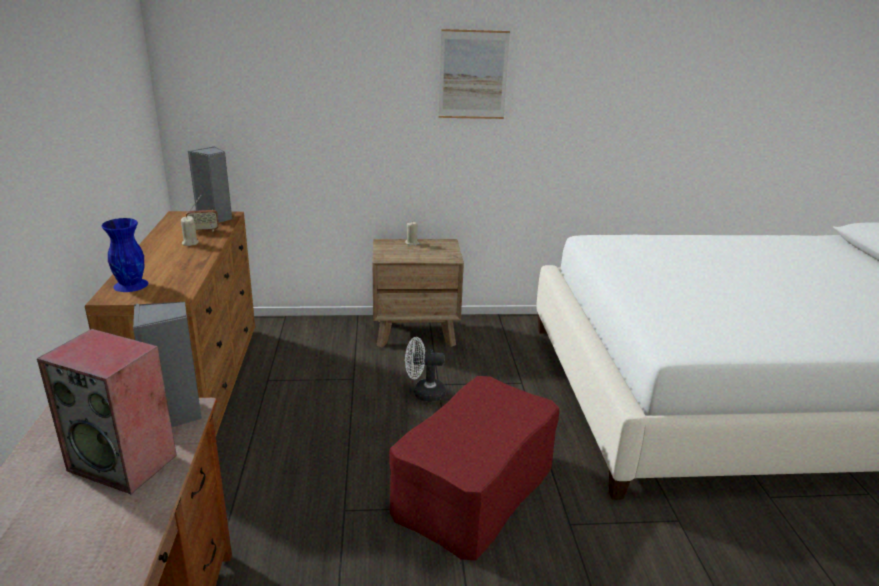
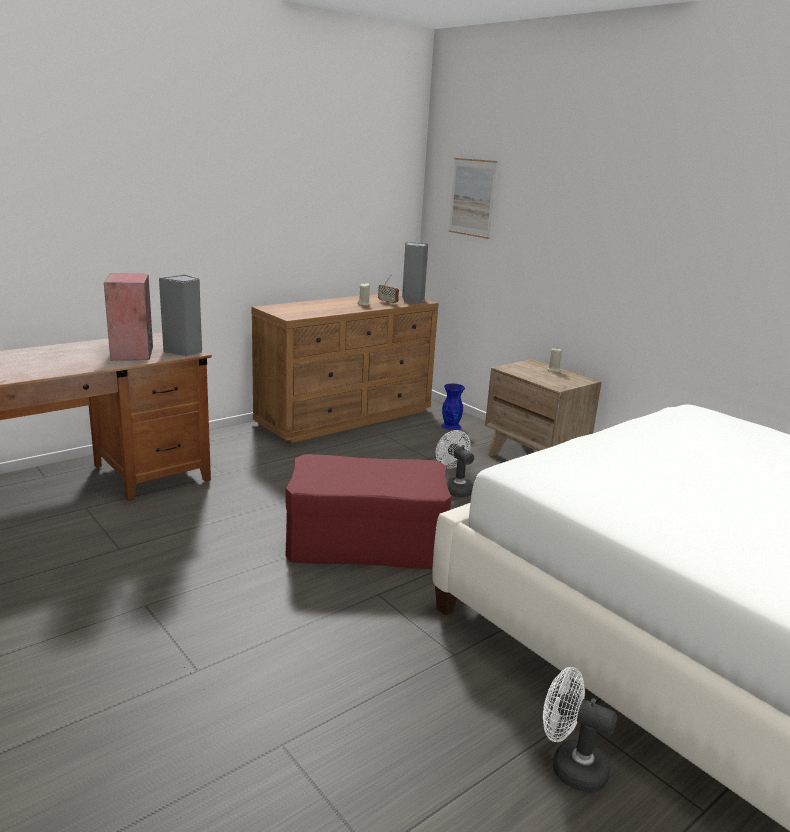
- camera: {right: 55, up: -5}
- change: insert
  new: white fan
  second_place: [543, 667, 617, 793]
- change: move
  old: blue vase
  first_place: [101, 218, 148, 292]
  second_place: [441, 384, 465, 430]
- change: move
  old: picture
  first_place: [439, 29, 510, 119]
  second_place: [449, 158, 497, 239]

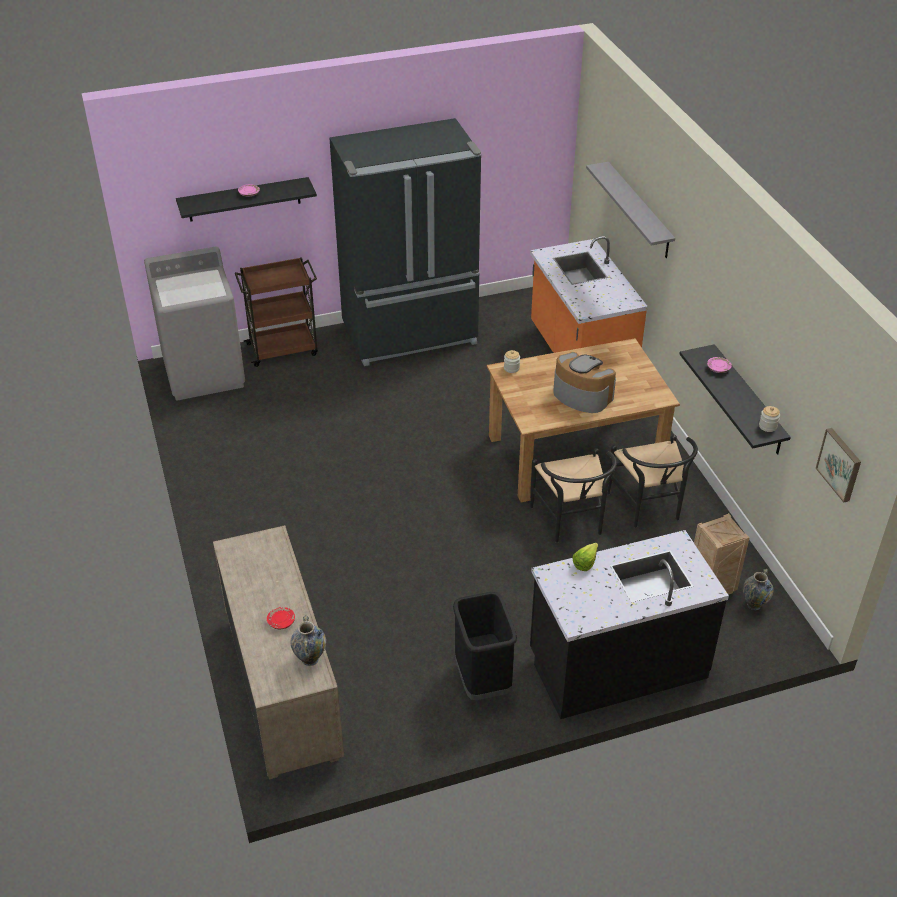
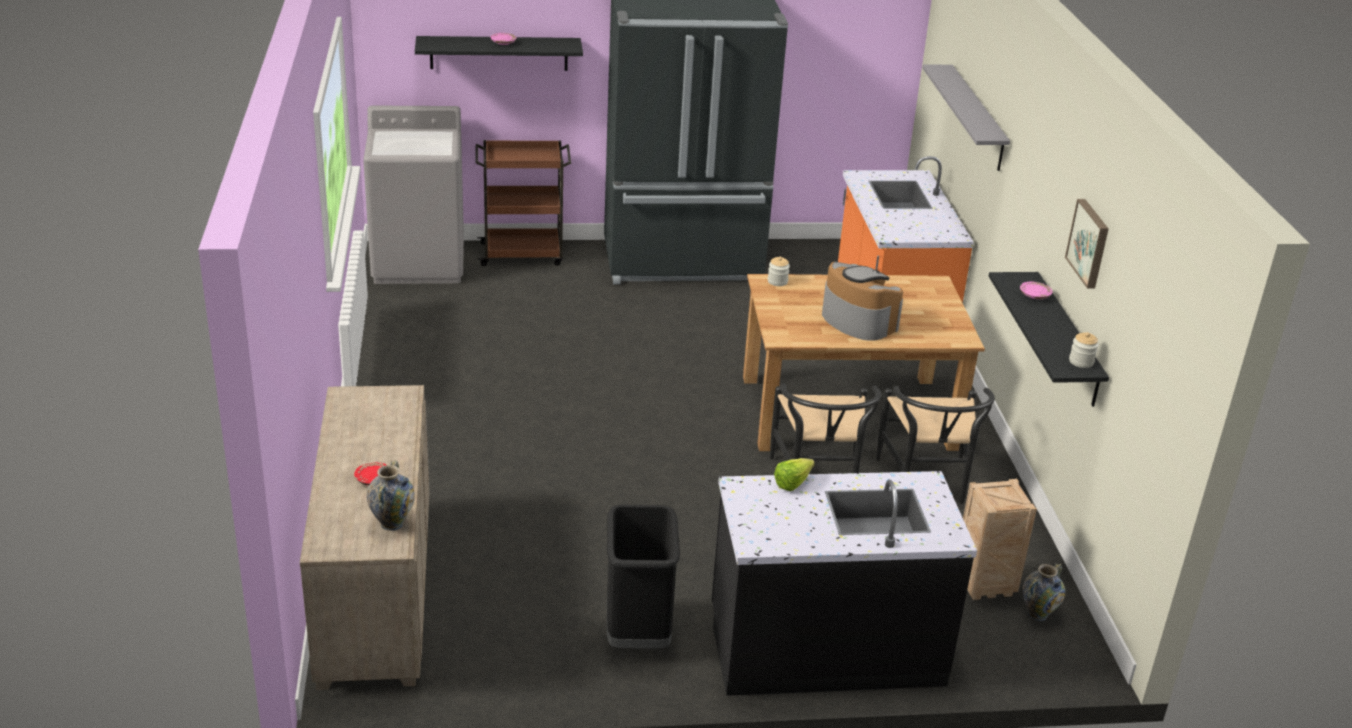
- camera: {right: 10, up: -10}
- change: move
  old: picture
  first_place: [816, 428, 861, 503]
  second_place: [1065, 199, 1109, 288]

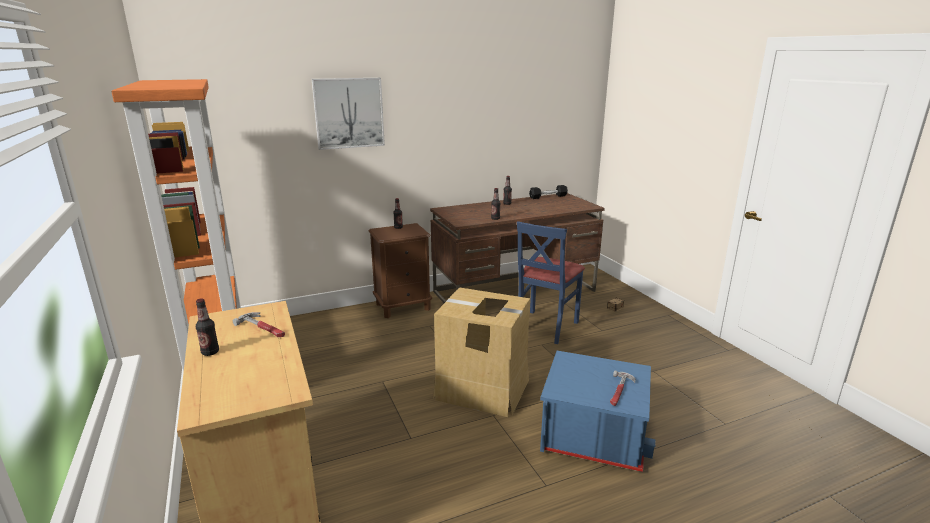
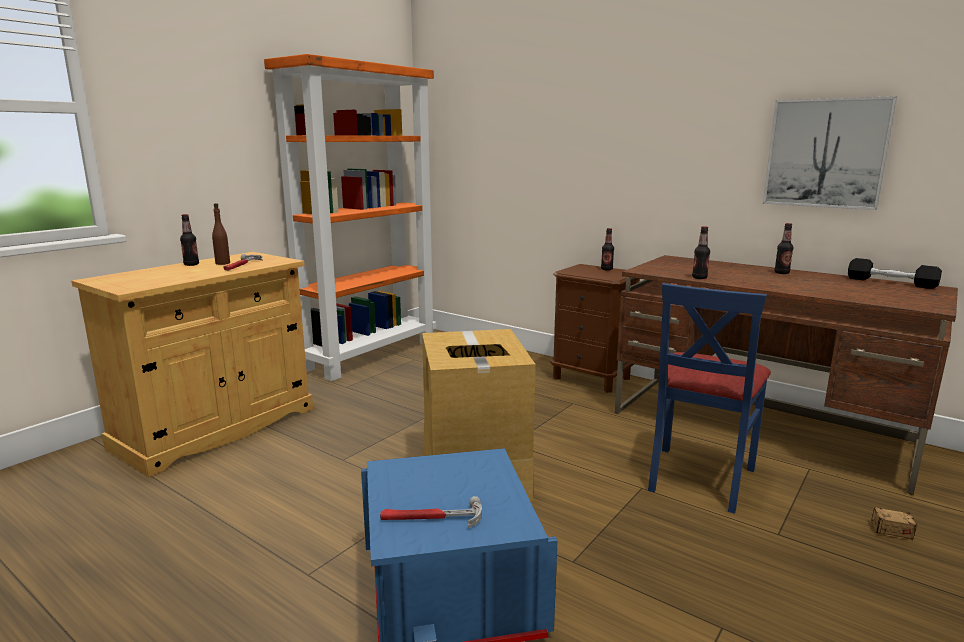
- camera: {right: 60, up: -5}
- change: insert
  new: brown bottle
  second_place: [212, 203, 230, 265]
- change: move
  old: picture
  first_place: [312, 78, 385, 150]
  second_place: [763, 96, 897, 210]
- change: rotate
  old: blue chair
  first_place: [517, 221, 585, 344]
  second_place: [648, 283, 771, 514]
  degrees: -60

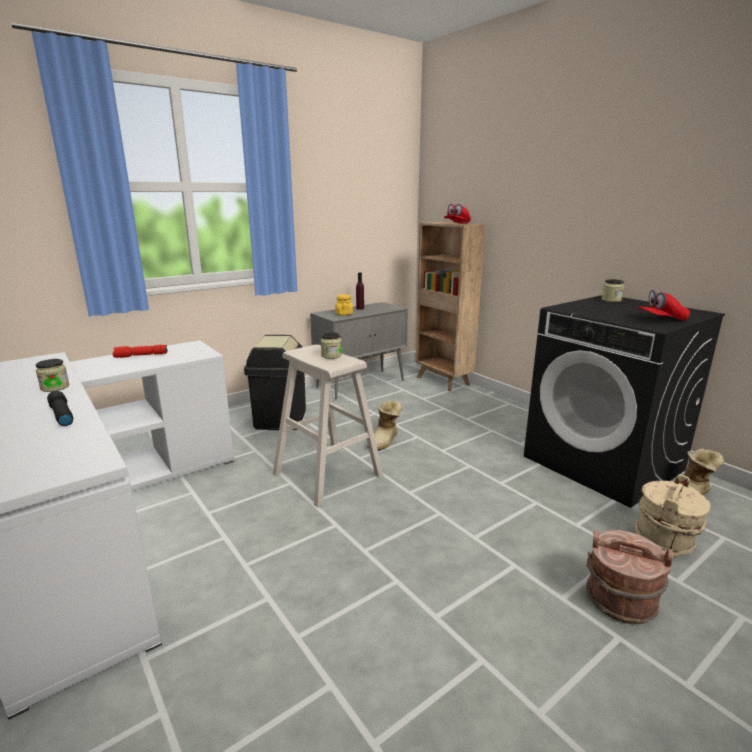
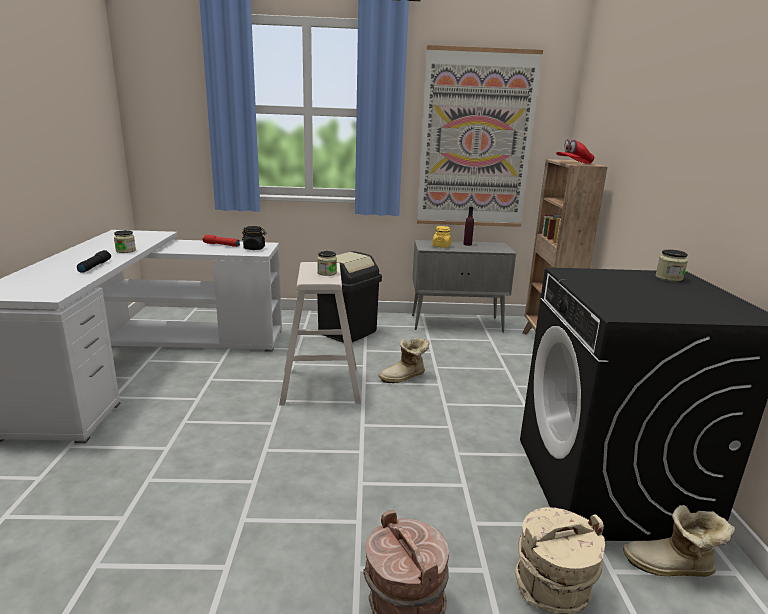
- camera: {right: 35, up: 0}
- change: delete
  old: red cap
  first_place: [637, 290, 690, 321]
- change: insert
  new: black jar
  second_place: [242, 226, 266, 250]
- change: insert
  new: picture
  second_place: [417, 45, 543, 227]

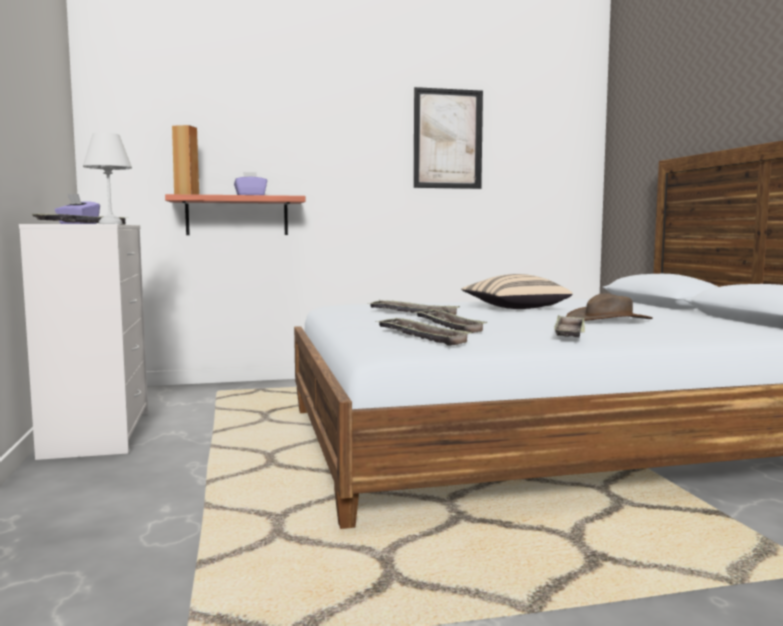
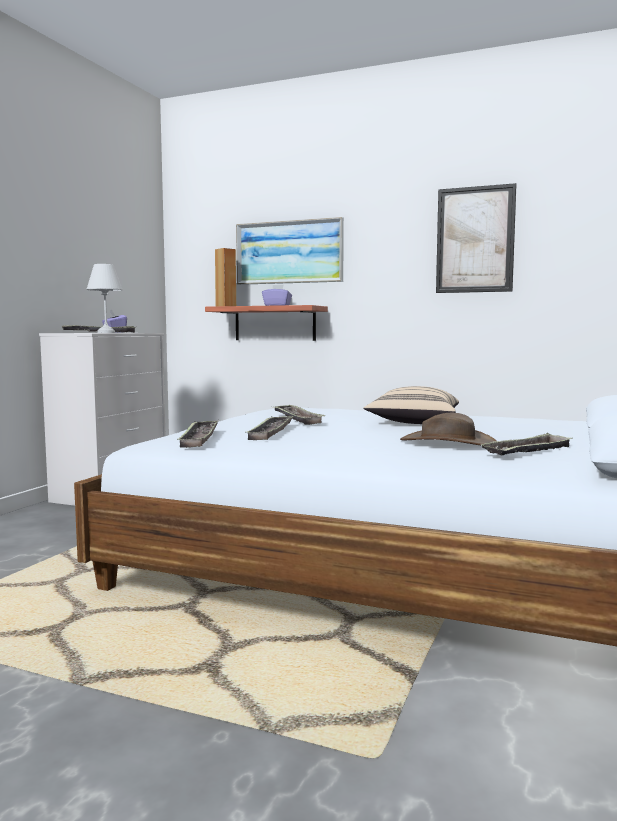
- camera: {right: 35, up: 0}
- change: insert
  new: picture
  second_place: [236, 217, 344, 285]
- change: move
  old: tray
  first_place: [554, 315, 585, 338]
  second_place: [479, 433, 573, 456]

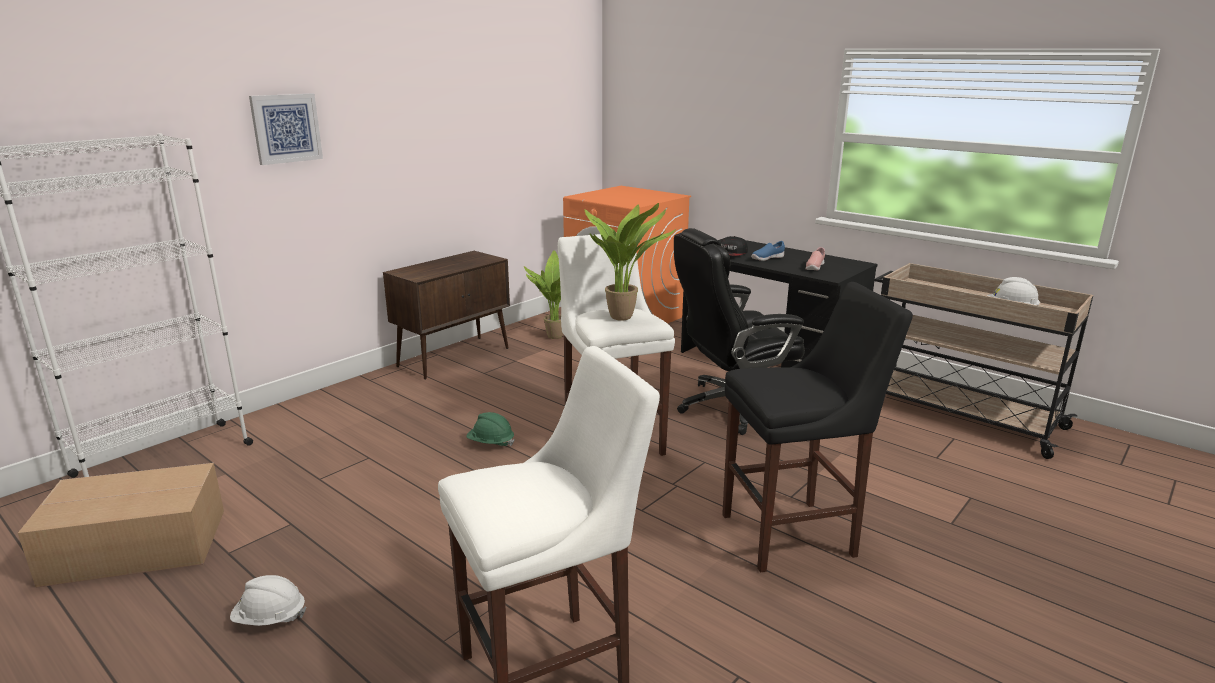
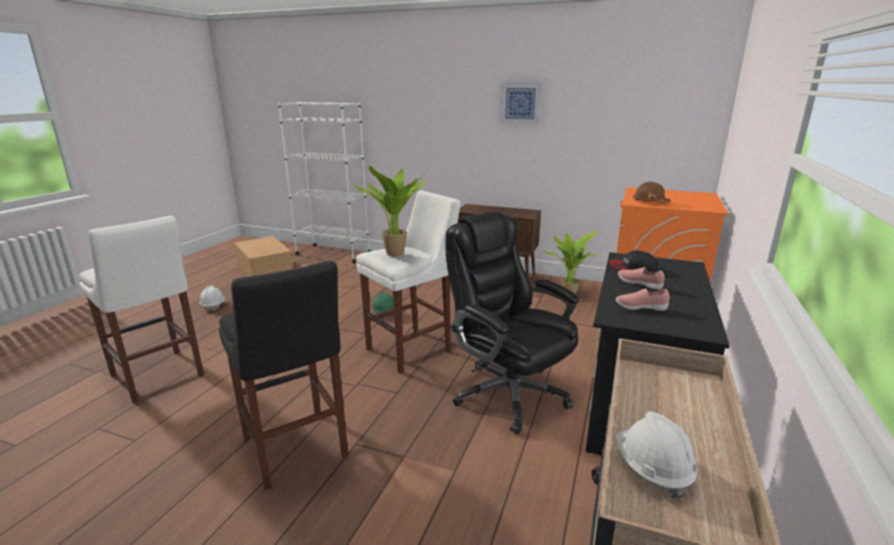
- camera: {right: 70, up: 0}
- change: insert
  new: brown hard hat
  second_place: [633, 182, 671, 203]
- change: move
  old: picture
  first_place: [249, 94, 323, 165]
  second_place: [500, 82, 542, 125]
- change: recolor
  old: blue shoe
  new: pink shoe
  first_place: [751, 241, 785, 261]
  second_place: [618, 267, 665, 290]

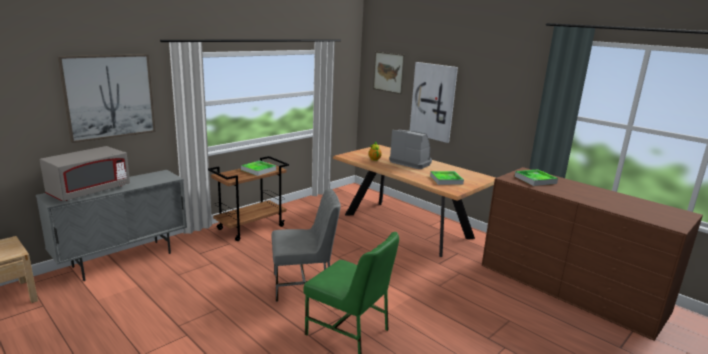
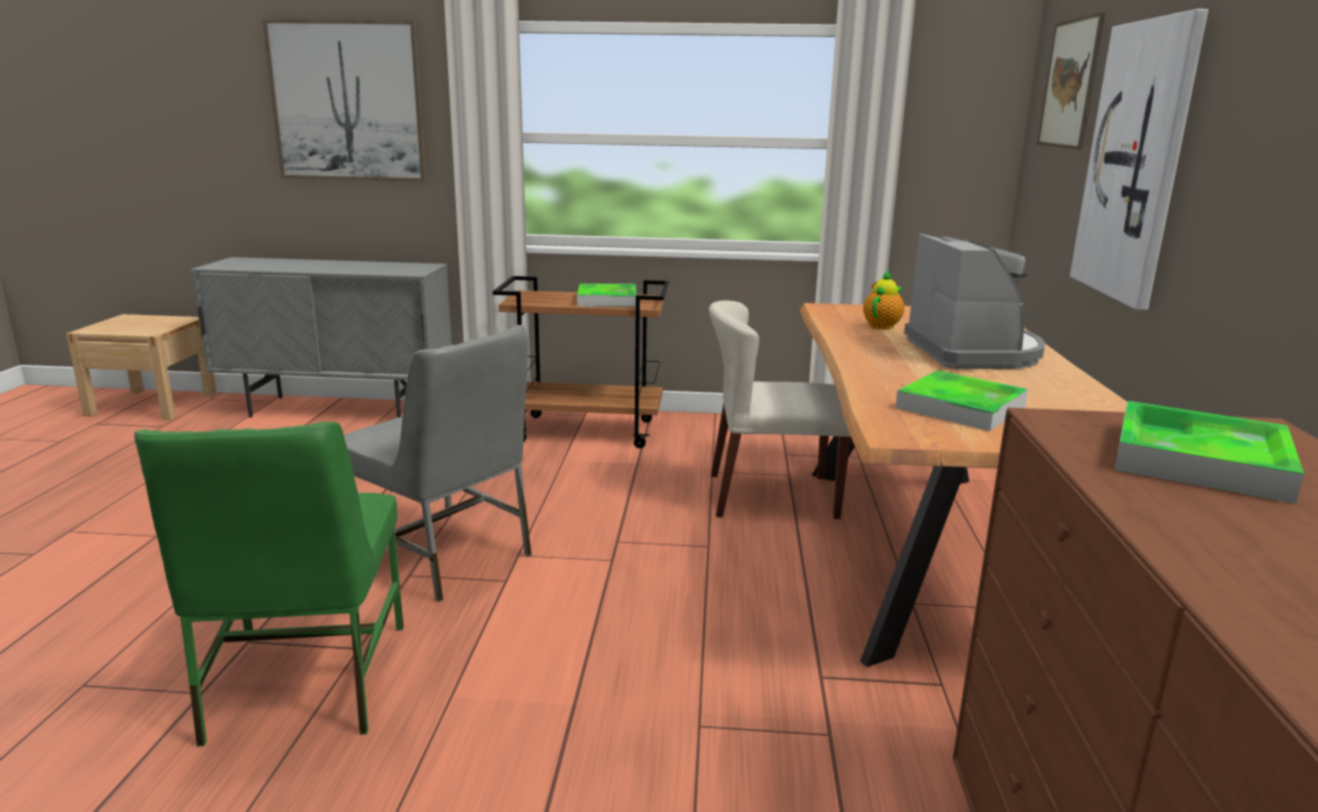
- camera: {right: 50, up: 0}
- change: delete
  old: grey microwave
  first_place: [40, 146, 130, 201]
- change: insert
  new: beige chair
  second_place: [709, 300, 851, 519]

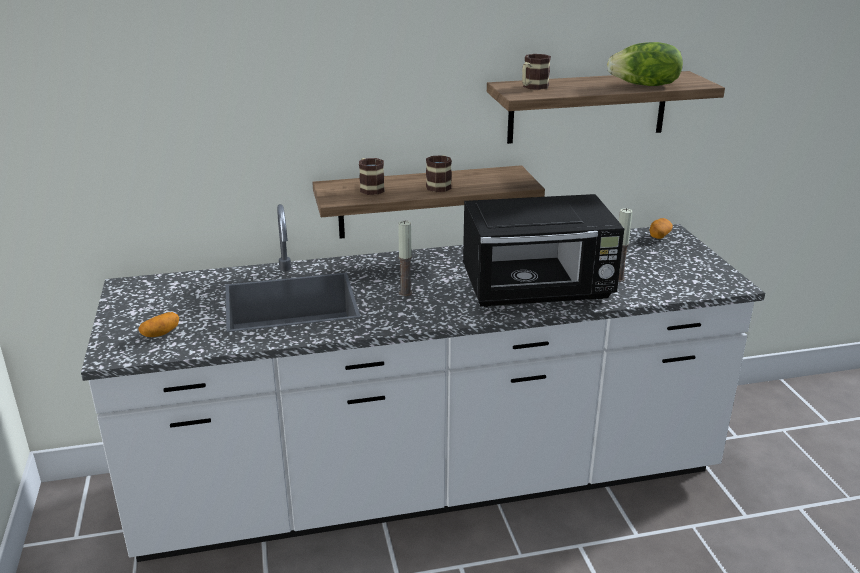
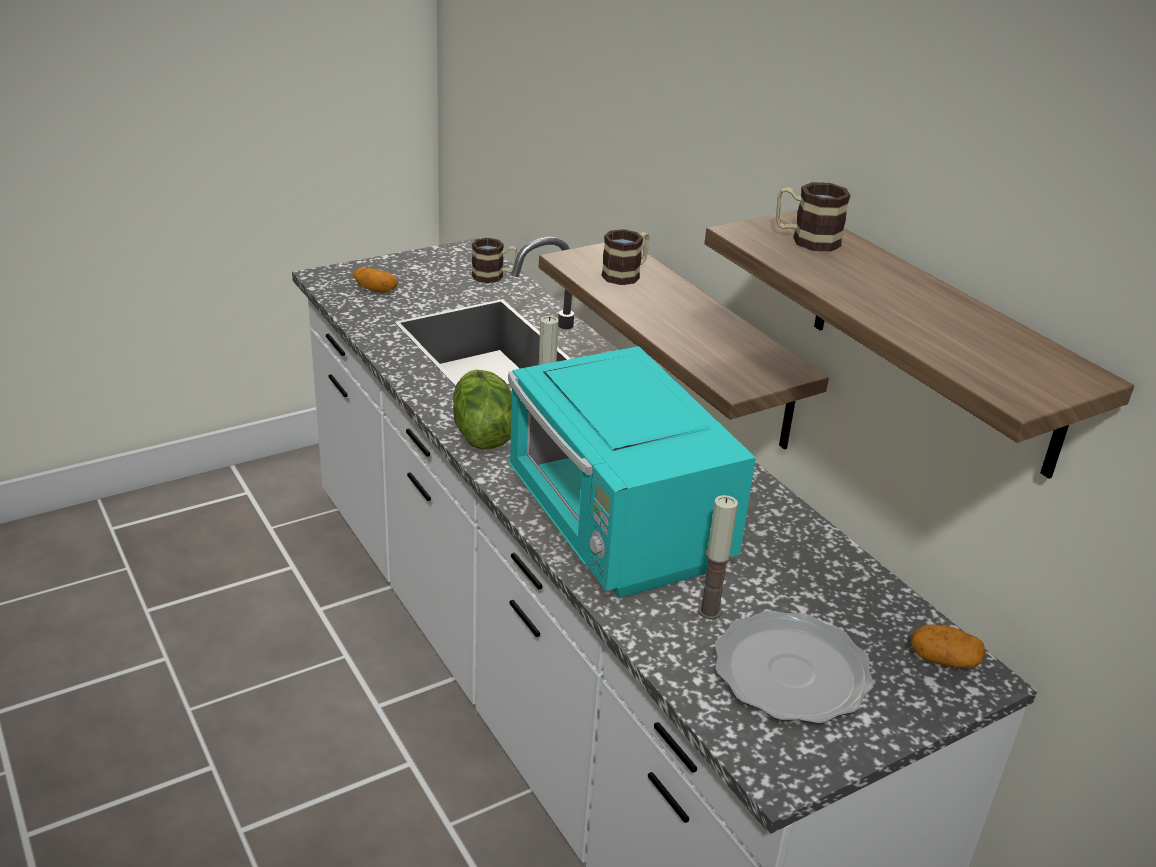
- camera: {right: 70, up: 5}
- change: insert
  new: plate
  second_place: [715, 610, 874, 724]
- change: move
  old: mug
  first_place: [426, 155, 452, 192]
  second_place: [472, 238, 518, 283]
- change: move
  old: lettuce
  first_place: [607, 42, 683, 86]
  second_place: [453, 370, 512, 449]
- change: recolor
  old: black microwave
  new: turquoise microwave
  first_place: [463, 194, 624, 307]
  second_place: [508, 346, 756, 598]

